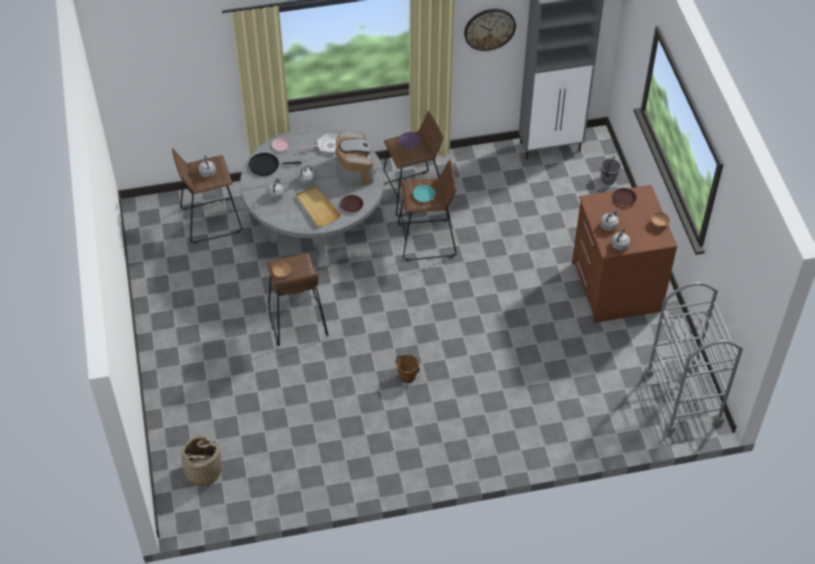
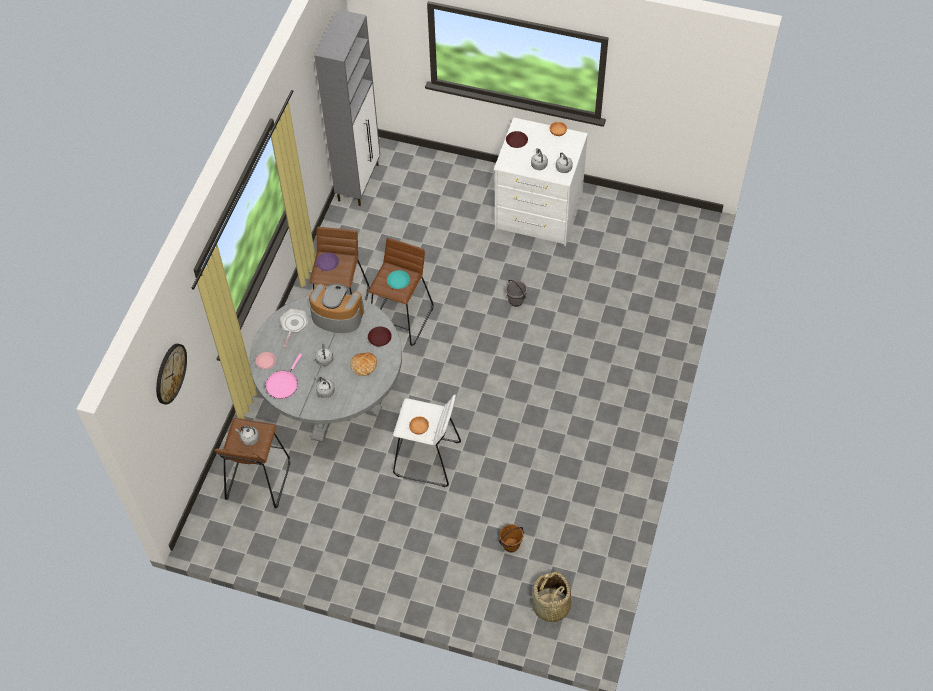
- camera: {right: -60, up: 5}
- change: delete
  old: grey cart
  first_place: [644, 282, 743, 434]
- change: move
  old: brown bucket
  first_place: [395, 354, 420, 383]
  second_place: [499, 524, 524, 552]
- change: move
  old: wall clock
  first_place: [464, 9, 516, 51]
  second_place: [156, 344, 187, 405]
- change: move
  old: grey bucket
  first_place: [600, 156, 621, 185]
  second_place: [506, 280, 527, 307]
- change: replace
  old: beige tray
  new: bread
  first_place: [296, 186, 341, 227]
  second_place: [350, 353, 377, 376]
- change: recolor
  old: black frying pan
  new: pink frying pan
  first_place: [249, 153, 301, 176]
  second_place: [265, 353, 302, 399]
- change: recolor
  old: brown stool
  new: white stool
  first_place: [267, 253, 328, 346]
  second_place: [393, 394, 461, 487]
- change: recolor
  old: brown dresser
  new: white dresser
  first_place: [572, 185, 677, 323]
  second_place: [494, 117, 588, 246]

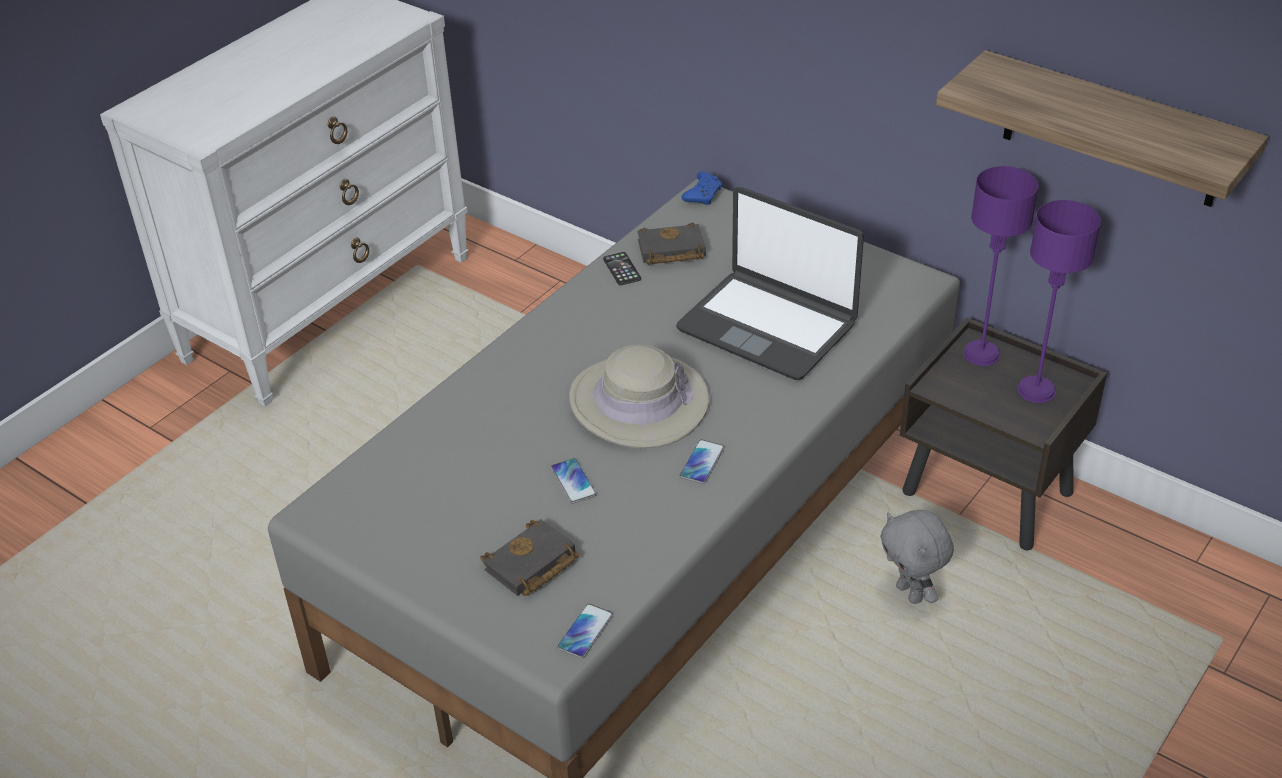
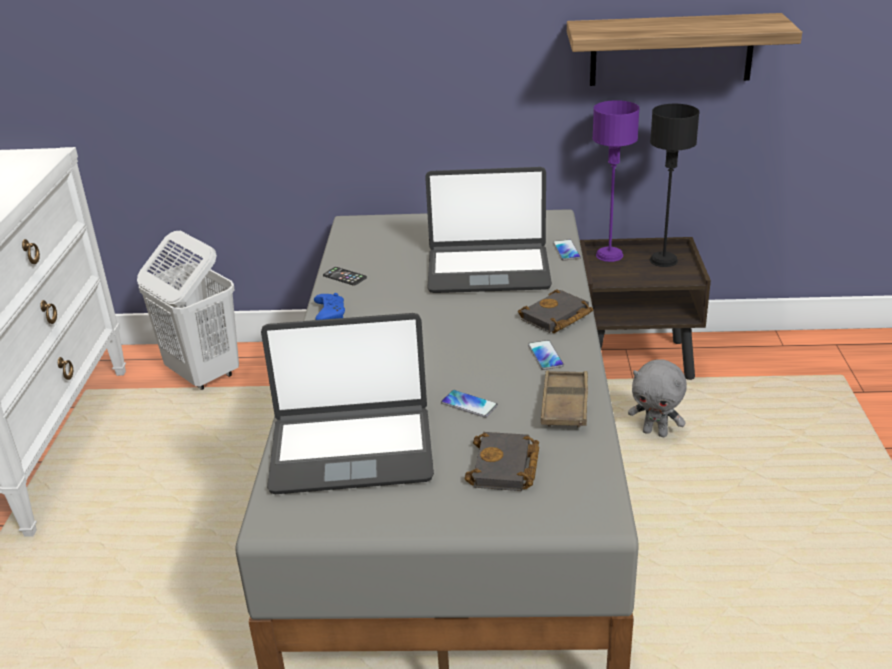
- camera: {right: -35, up: -10}
- change: delete
  old: beige hat
  first_place: [569, 345, 709, 448]
- change: insert
  new: white laundry basket
  second_place: [137, 231, 239, 390]
- change: insert
  new: laptop
  second_place: [261, 313, 434, 494]
- change: insert
  new: brown tray
  second_place: [541, 370, 588, 428]
- change: move
  old: phone
  first_place: [557, 604, 613, 659]
  second_place: [553, 239, 581, 261]
- change: move
  old: black book
  first_place: [637, 223, 706, 265]
  second_place: [518, 289, 593, 333]
- change: move
  old: blue game controller
  first_place: [682, 172, 722, 205]
  second_place: [314, 293, 345, 320]
- change: recolor
  old: purple table lamp
  new: black table lamp
  first_place: [1018, 200, 1101, 403]
  second_place: [650, 104, 700, 267]

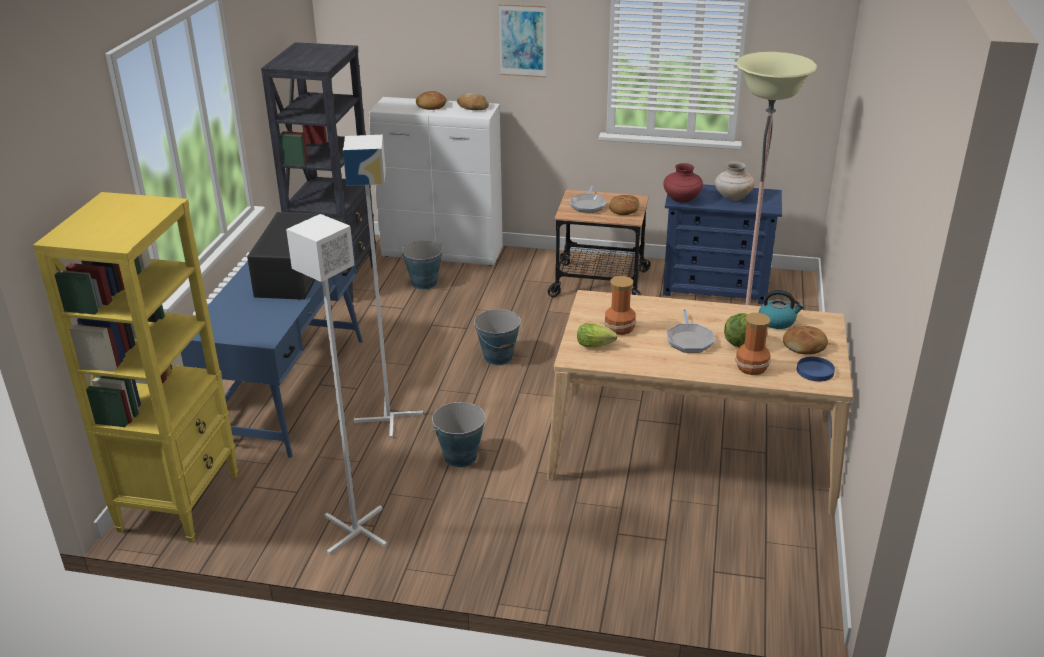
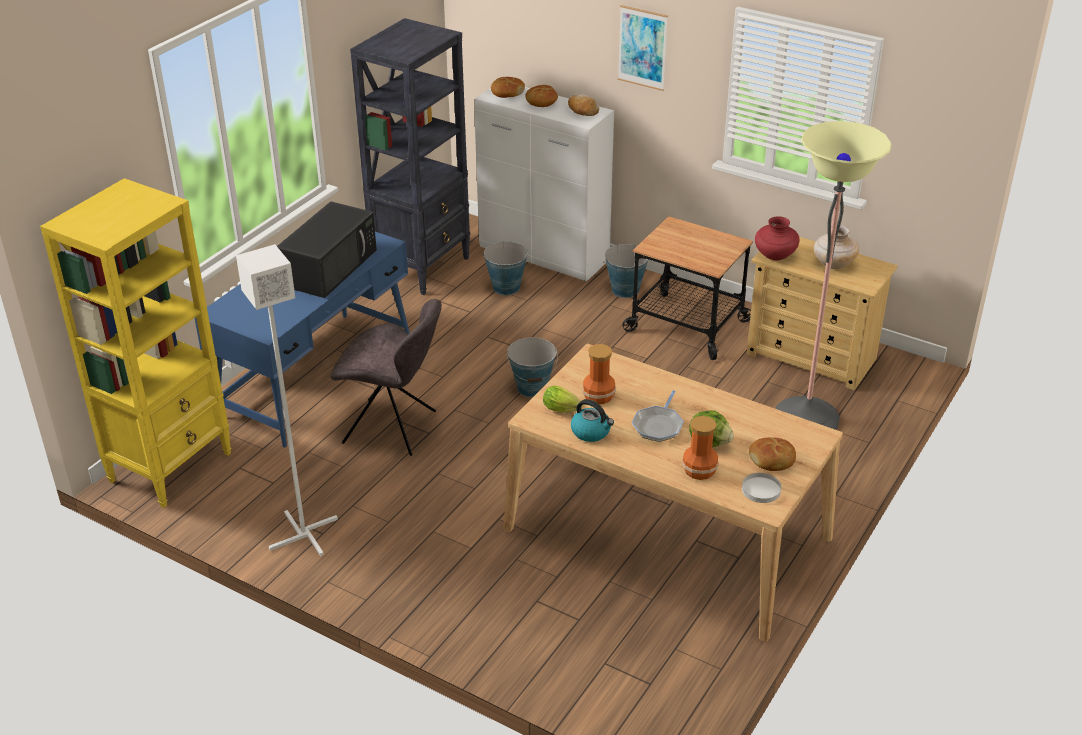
- camera: {right: 20, up: 5}
- change: delete
  old: frying pan
  first_place: [570, 185, 606, 213]
- change: move
  old: bucket
  first_place: [431, 402, 485, 468]
  second_place: [603, 244, 648, 298]
- change: move
  old: bread
  first_place: [609, 195, 639, 215]
  second_place: [491, 77, 525, 98]
- change: move
  old: kettle
  first_place: [759, 290, 804, 329]
  second_place: [571, 399, 614, 442]
- change: replace
  old: white floor lamp
  new: grey chair
  first_place: [343, 135, 423, 439]
  second_place: [330, 299, 442, 456]
- change: recolor
  old: blue dresser
  new: beige dresser
  first_place: [663, 184, 782, 304]
  second_place: [747, 237, 898, 390]
- change: recolor
  old: blue plate
  new: white plate
  first_place: [797, 357, 835, 382]
  second_place: [742, 473, 781, 503]

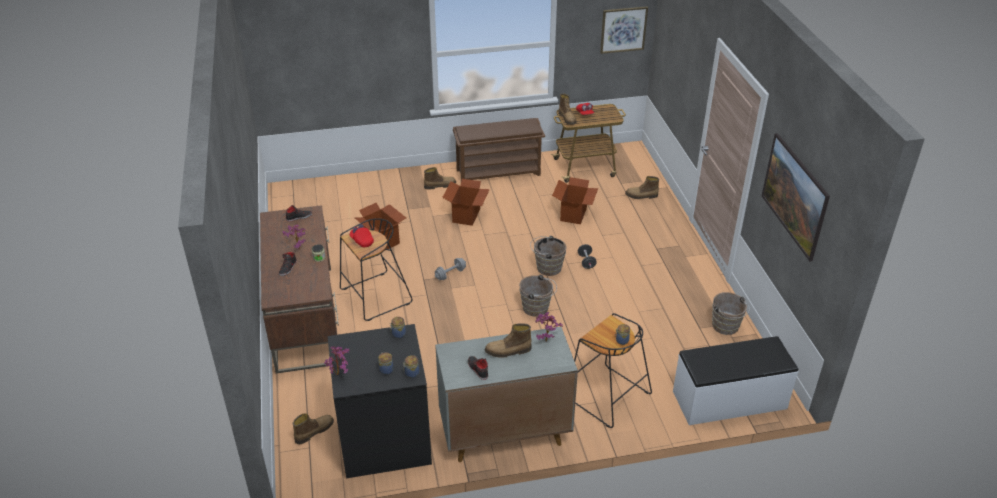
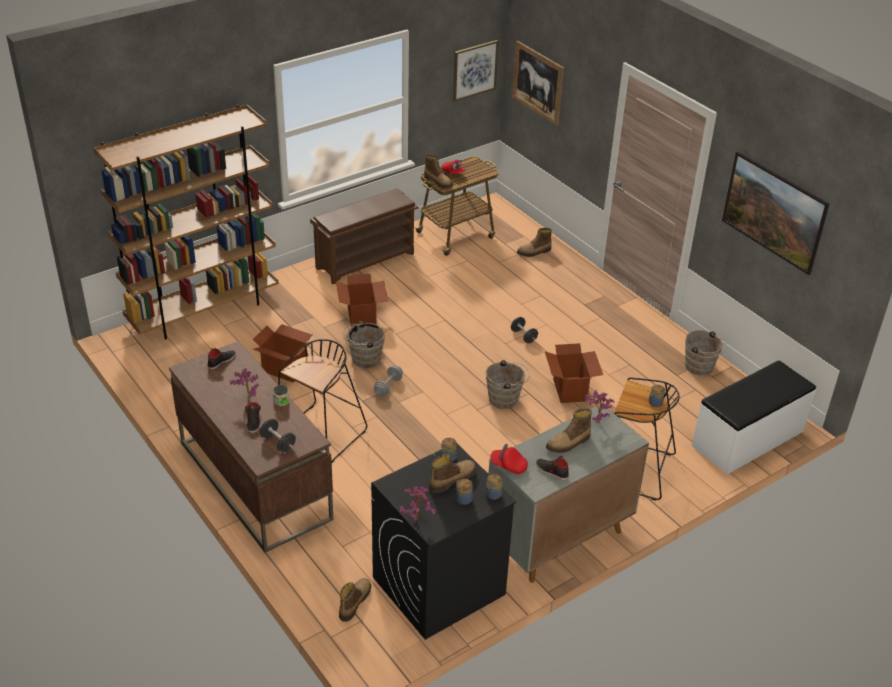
- camera: {right: -25, up: 0}
- change: insert
  new: brown bookcase
  second_place: [93, 105, 278, 340]
- change: insert
  new: black dumbbell
  second_place: [260, 419, 296, 452]
- change: insert
  new: picture
  second_place: [512, 41, 564, 125]
- change: move
  old: red cap
  first_place: [350, 224, 374, 248]
  second_place: [490, 444, 528, 474]
- change: move
  old: boot
  first_place: [424, 167, 456, 189]
  second_place: [429, 454, 477, 493]
- change: move
  old: brown bucket
  first_place: [530, 235, 567, 276]
  second_place: [342, 322, 385, 368]
- change: move
  old: cardboard box
  first_place: [552, 177, 598, 224]
  second_place: [545, 343, 603, 403]

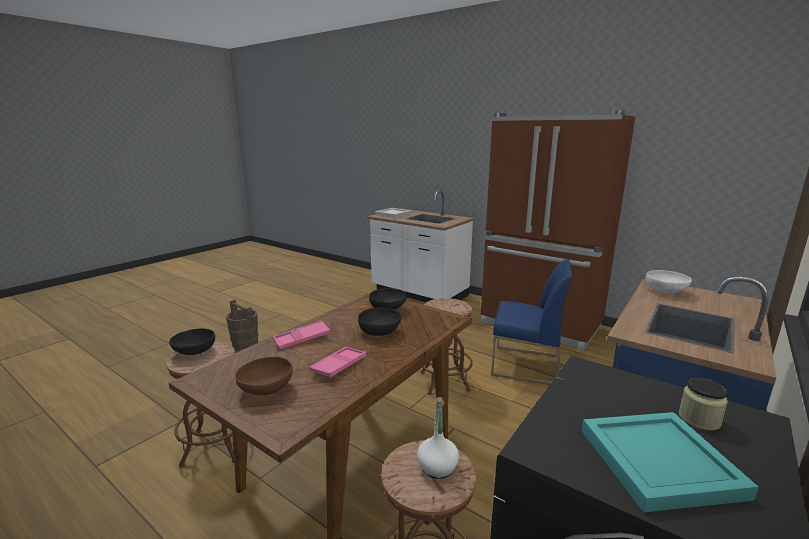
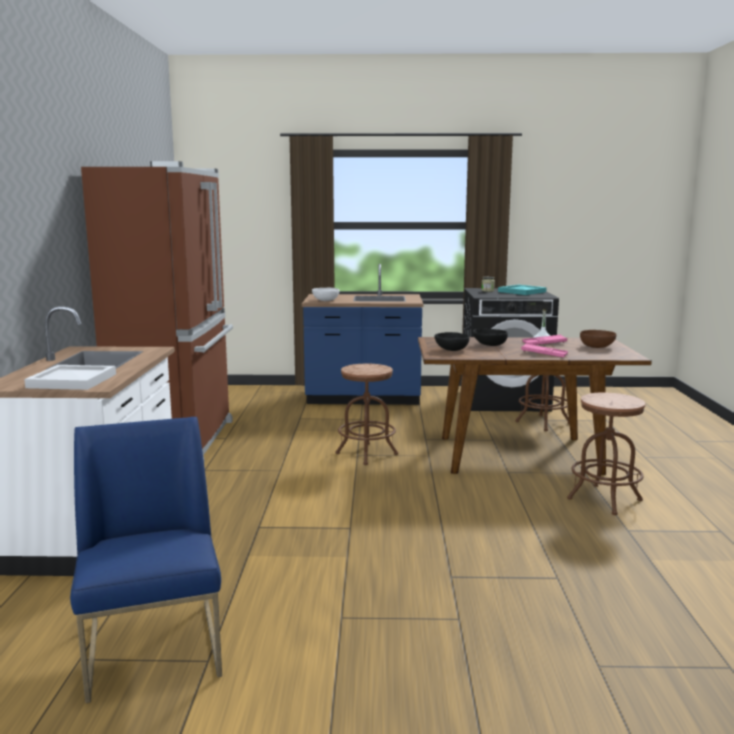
- camera: {right: -125, up: -5}
- change: delete
  old: black bowl
  first_place: [169, 328, 215, 355]
- change: delete
  old: brown bucket
  first_place: [226, 300, 259, 352]
- change: move
  old: blue chair
  first_place: [491, 258, 573, 385]
  second_place: [70, 417, 222, 703]

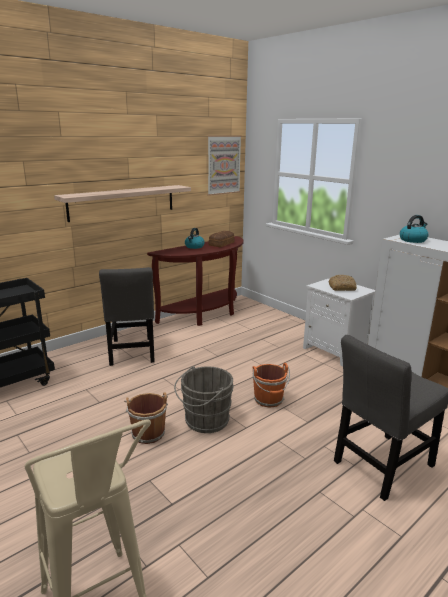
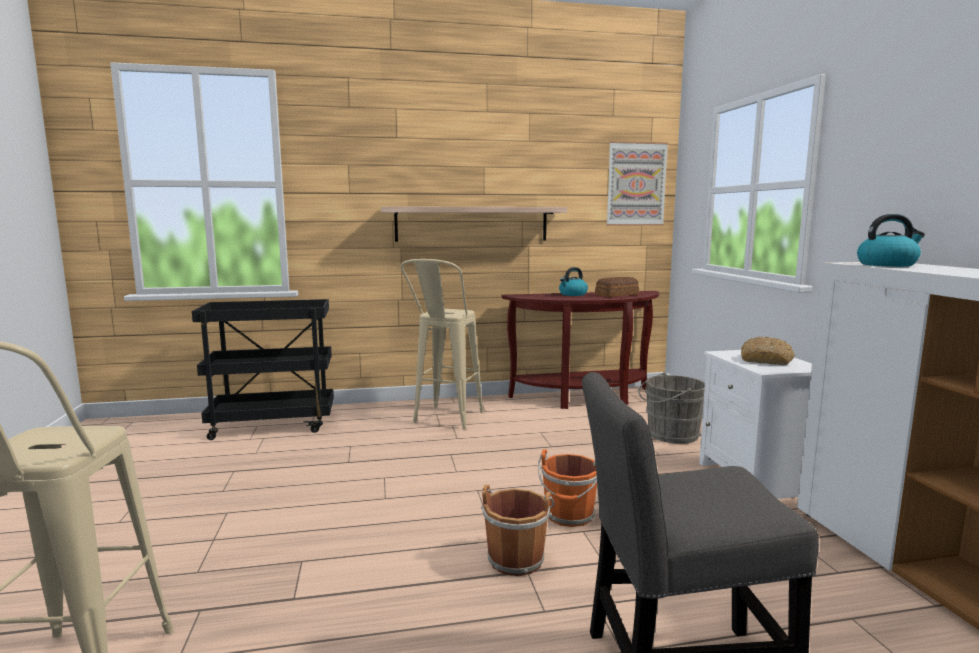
- camera: {right: 30, up: -10}
- change: move
  old: brown bucket
  first_place: [124, 392, 168, 444]
  second_place: [481, 485, 554, 576]
- change: move
  old: grey bucket
  first_place: [174, 366, 234, 433]
  second_place: [638, 372, 705, 444]
- change: replace
  old: grey chair
  new: beige stool
  first_place: [99, 267, 155, 366]
  second_place: [401, 259, 484, 429]

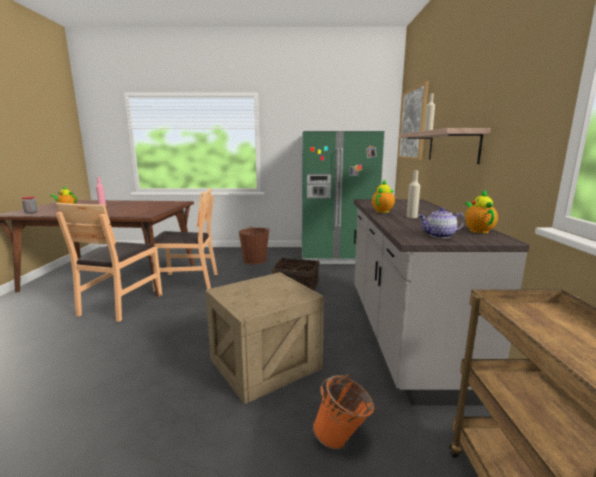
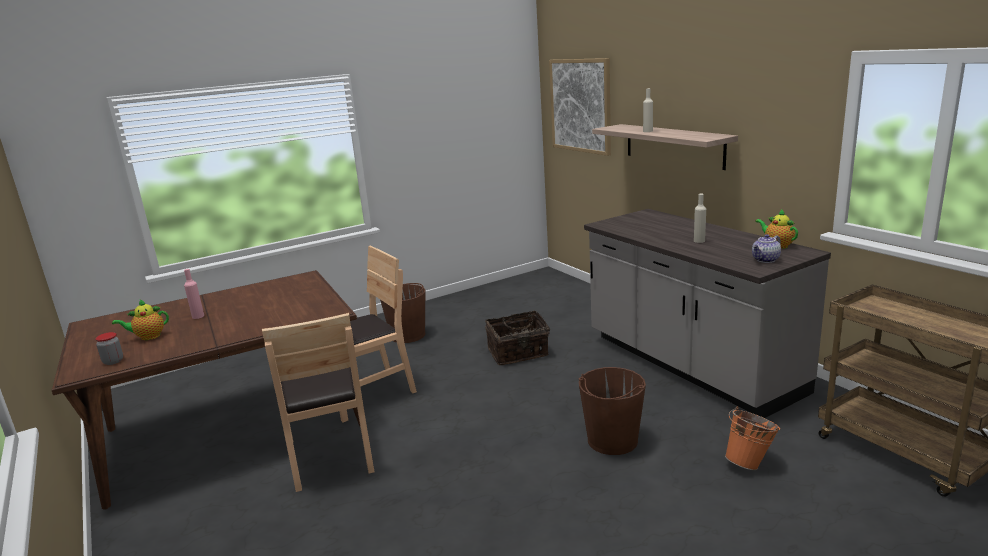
- camera: {right: -30, up: 5}
- change: delete
  old: green fridge
  first_place: [302, 131, 385, 264]
- change: delete
  old: teapot
  first_place: [372, 180, 395, 213]
- change: replace
  old: crate
  new: brown bucket
  first_place: [205, 272, 324, 404]
  second_place: [579, 367, 646, 455]

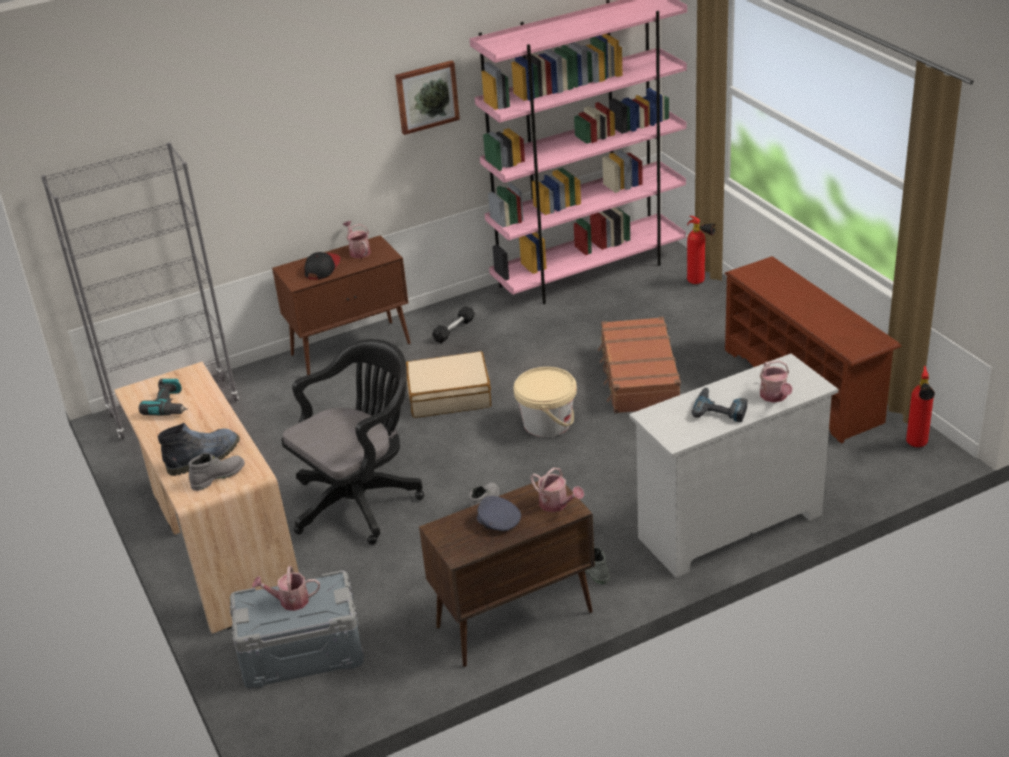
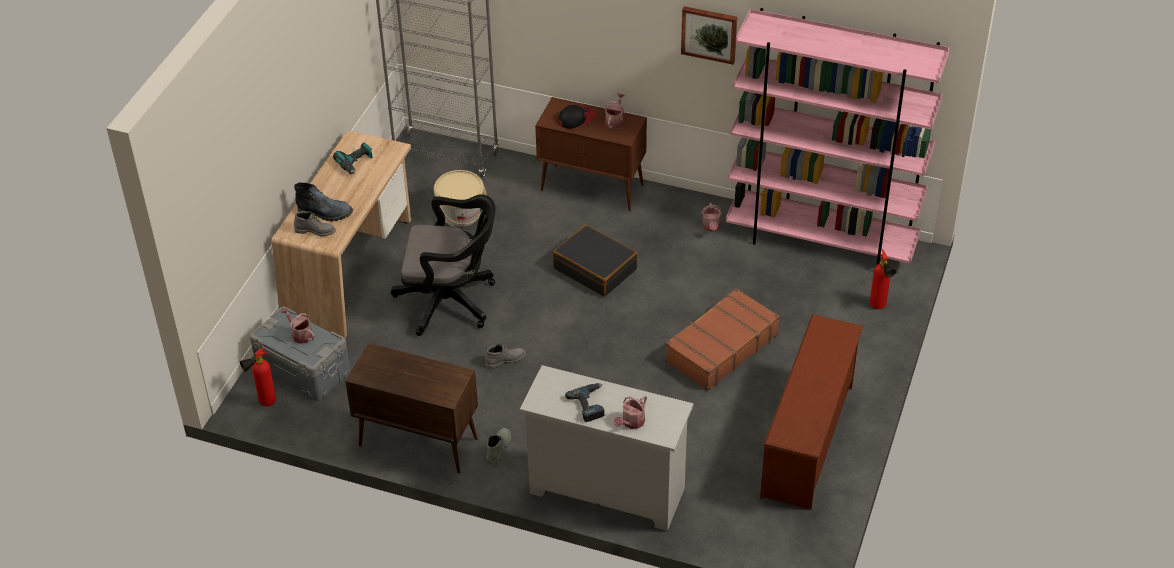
- camera: {right: 45, up: 10}
- change: delete
  old: black dumbbell
  first_place: [432, 306, 475, 343]
- change: delete
  old: grey cap
  first_place: [477, 496, 521, 531]
- change: move
  old: beige bucket
  first_place: [513, 367, 577, 437]
  second_place: [434, 170, 486, 227]
- change: move
  old: watering can
  first_place: [530, 467, 584, 512]
  second_place: [702, 203, 722, 232]
- change: move
  old: fire extinguisher
  first_place: [906, 366, 935, 447]
  second_place: [240, 348, 276, 406]
- change: recolor
  old: beige suitcase
  new: black suitcase
  first_place: [406, 351, 491, 418]
  second_place: [553, 225, 638, 297]

